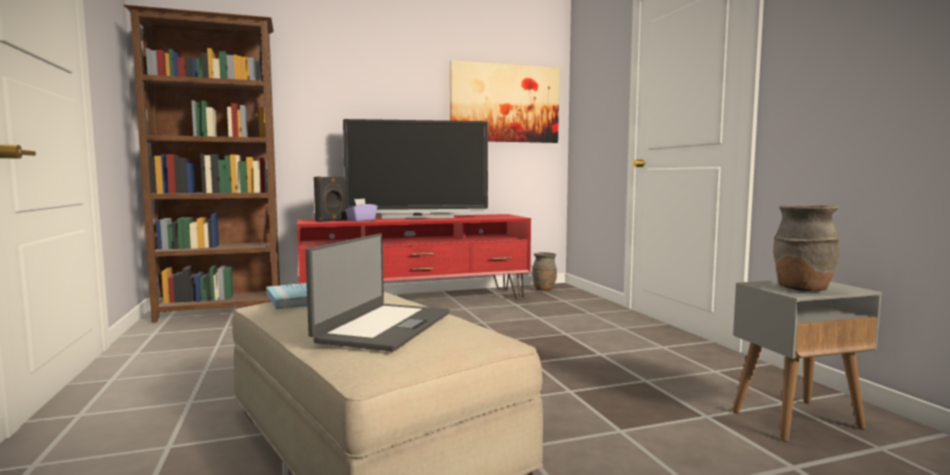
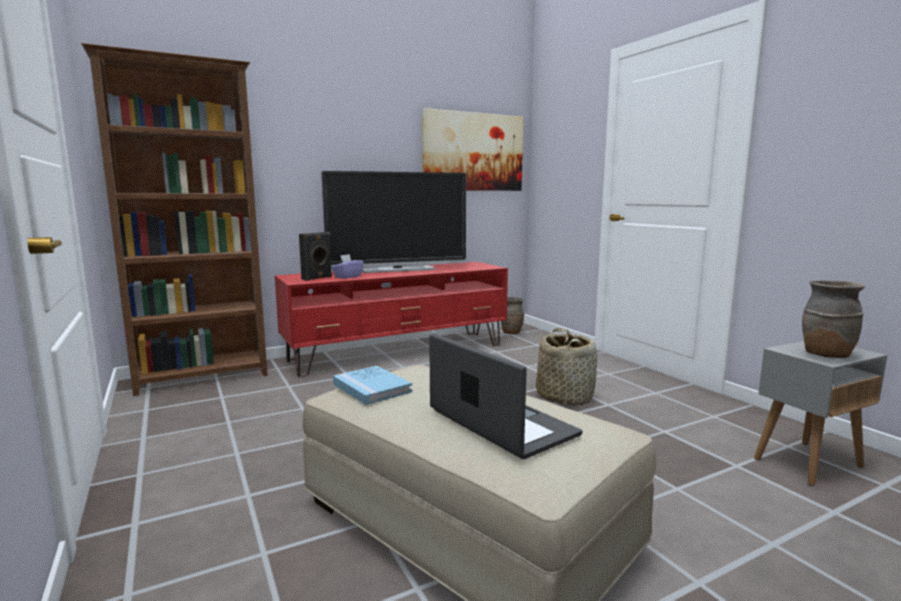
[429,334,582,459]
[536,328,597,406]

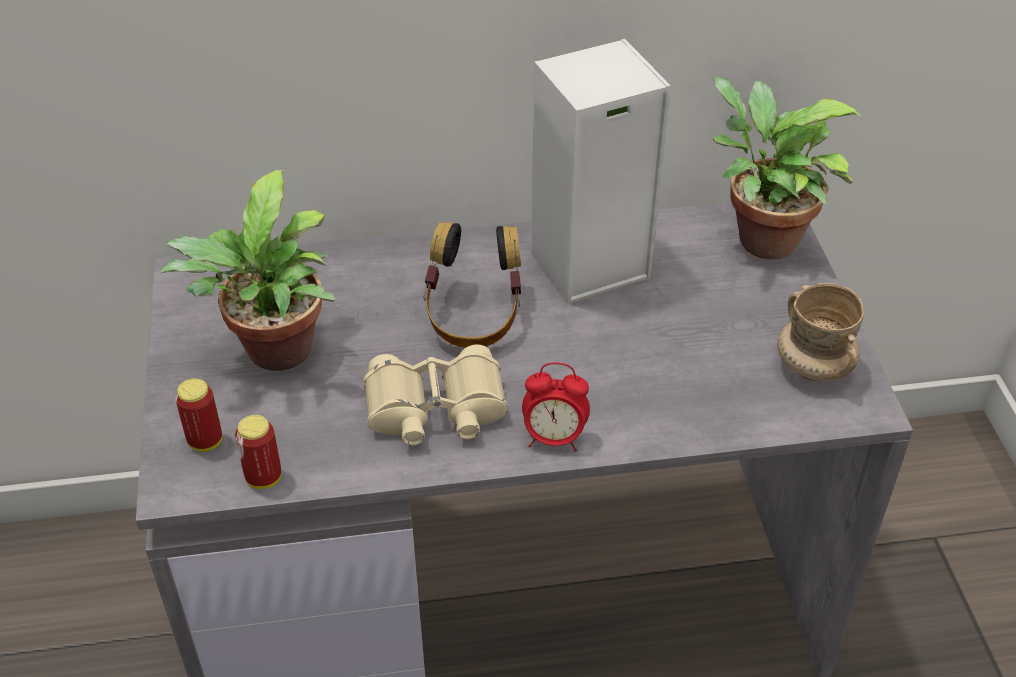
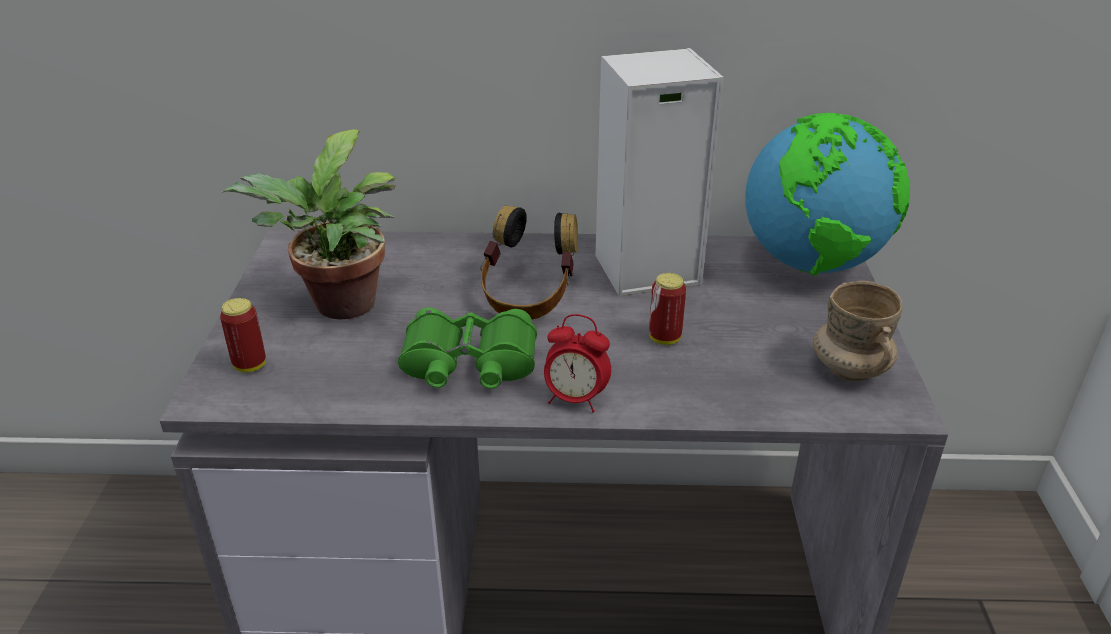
[649,273,686,345]
[398,308,537,389]
[745,113,910,276]

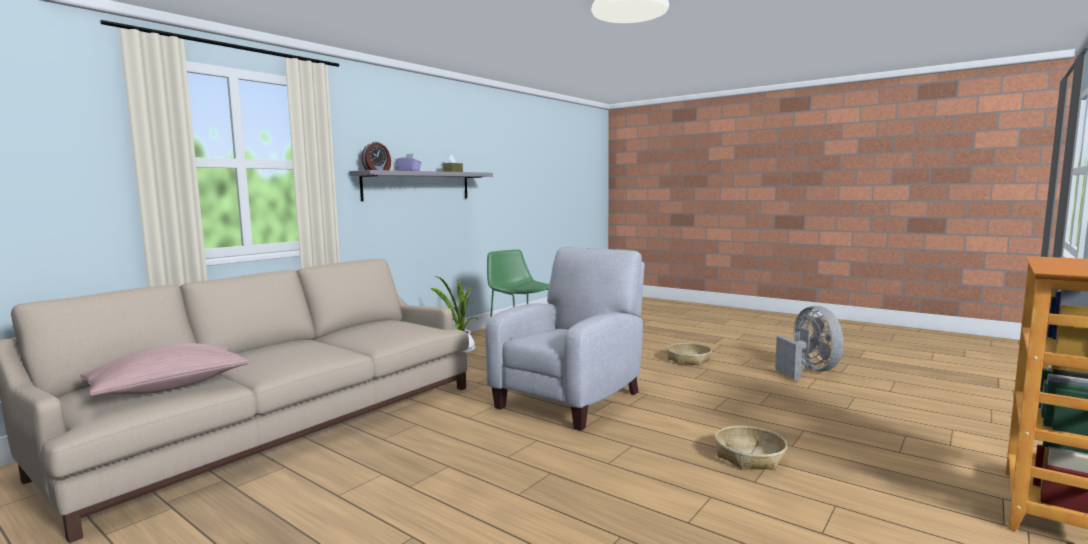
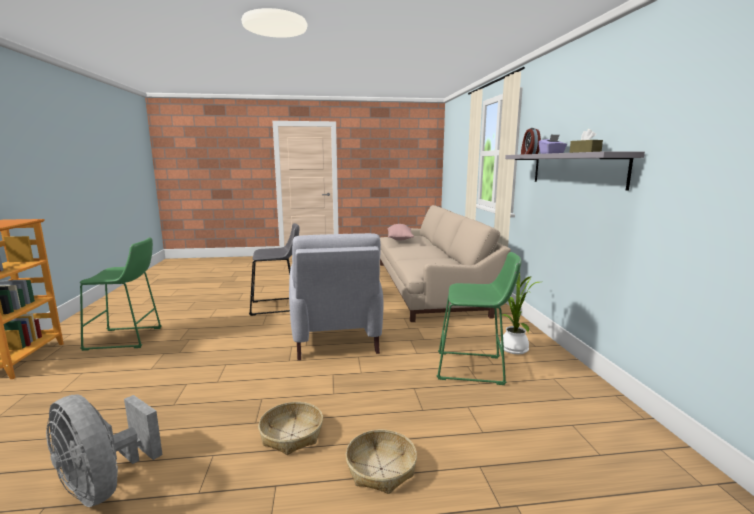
[346,429,417,494]
[79,237,162,351]
[249,223,299,316]

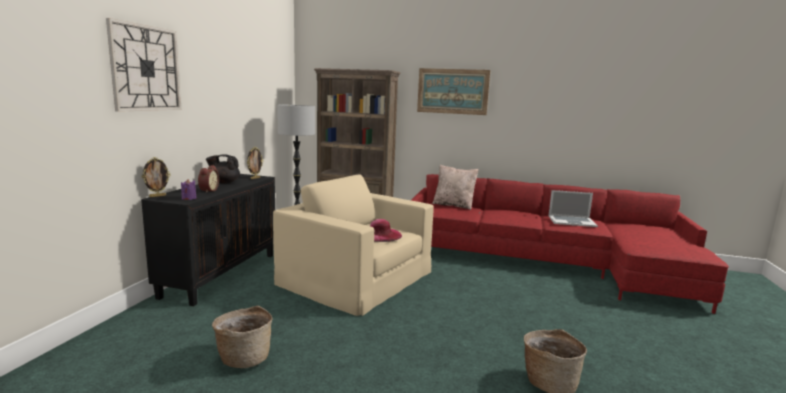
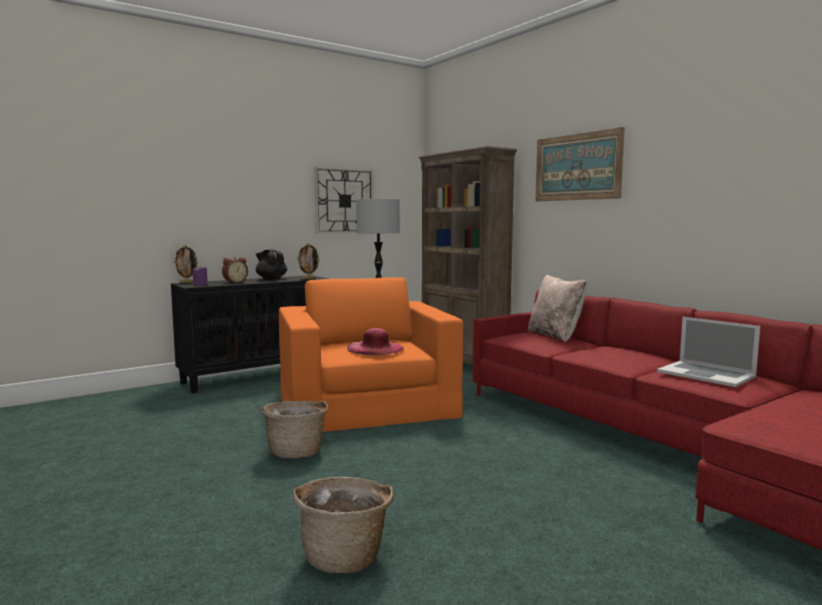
[314,166,374,234]
[261,401,328,458]
[279,277,463,432]

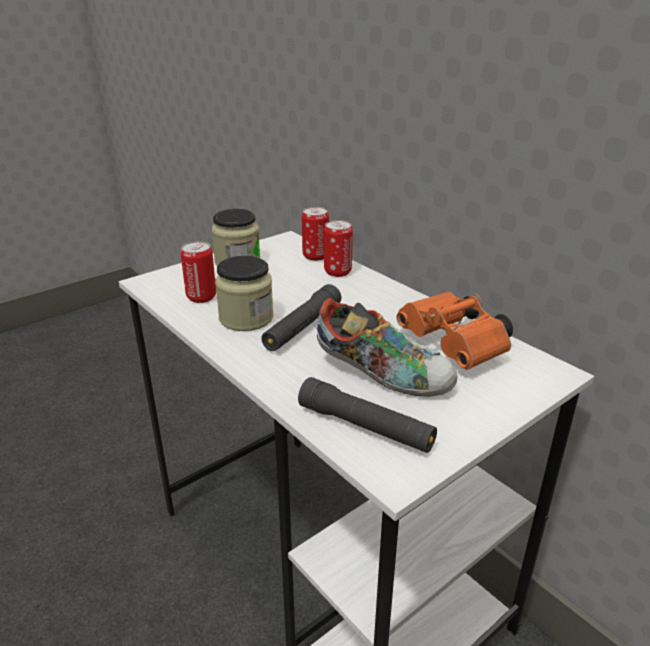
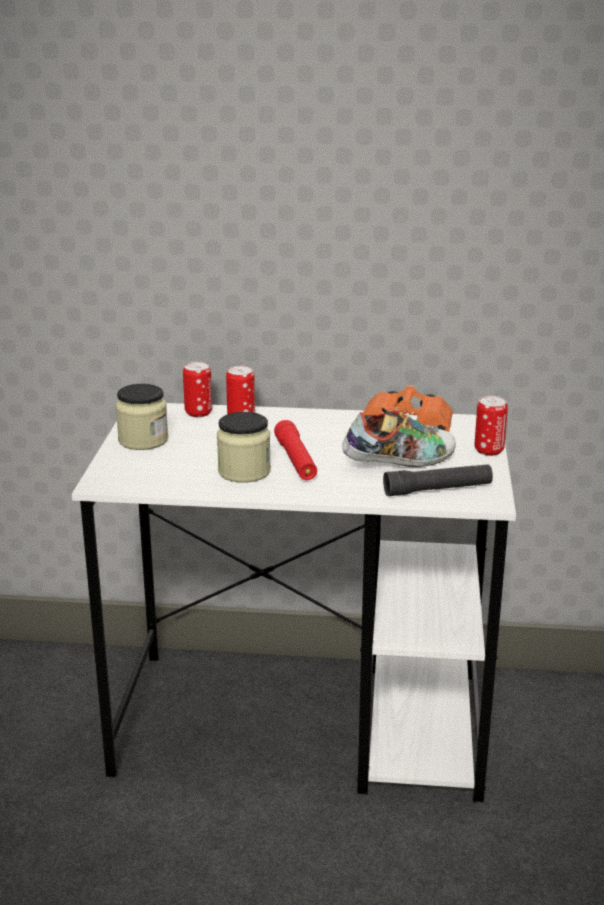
[475,396,508,456]
[274,420,317,480]

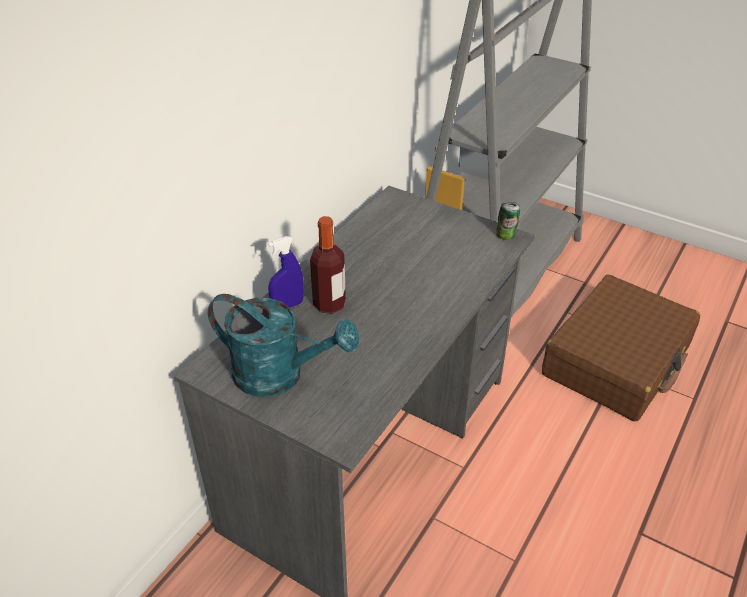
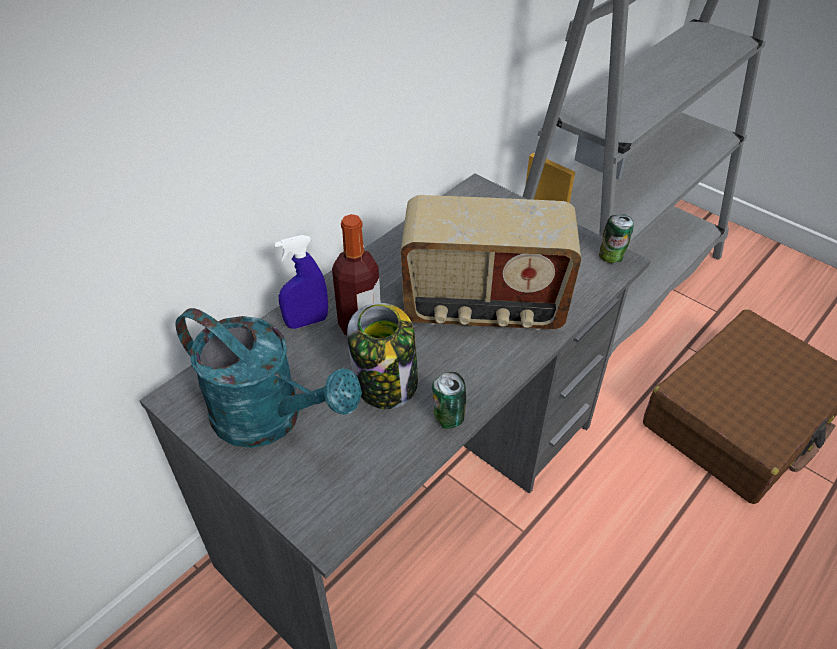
[347,303,418,409]
[401,195,581,330]
[432,372,466,429]

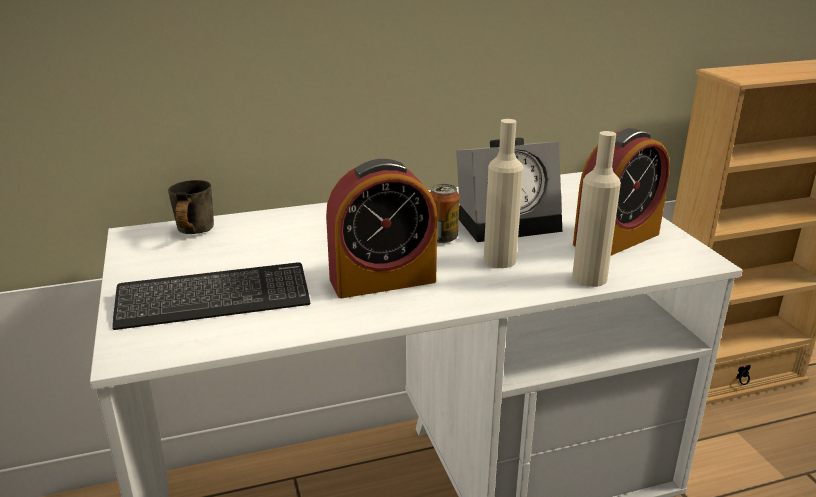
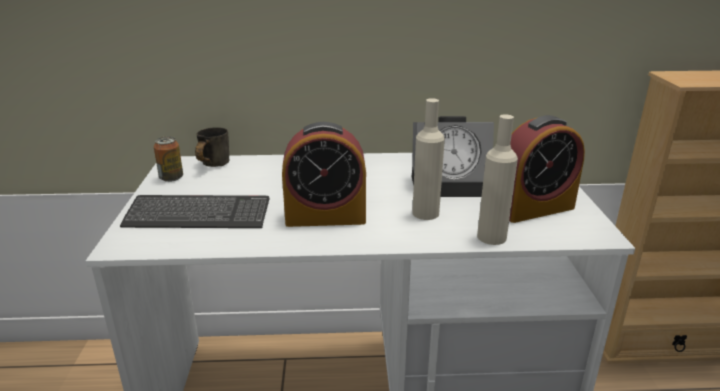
[154,137,183,182]

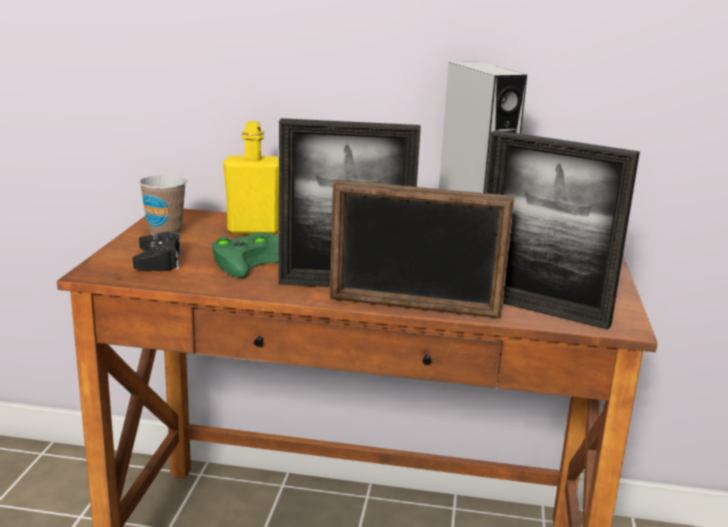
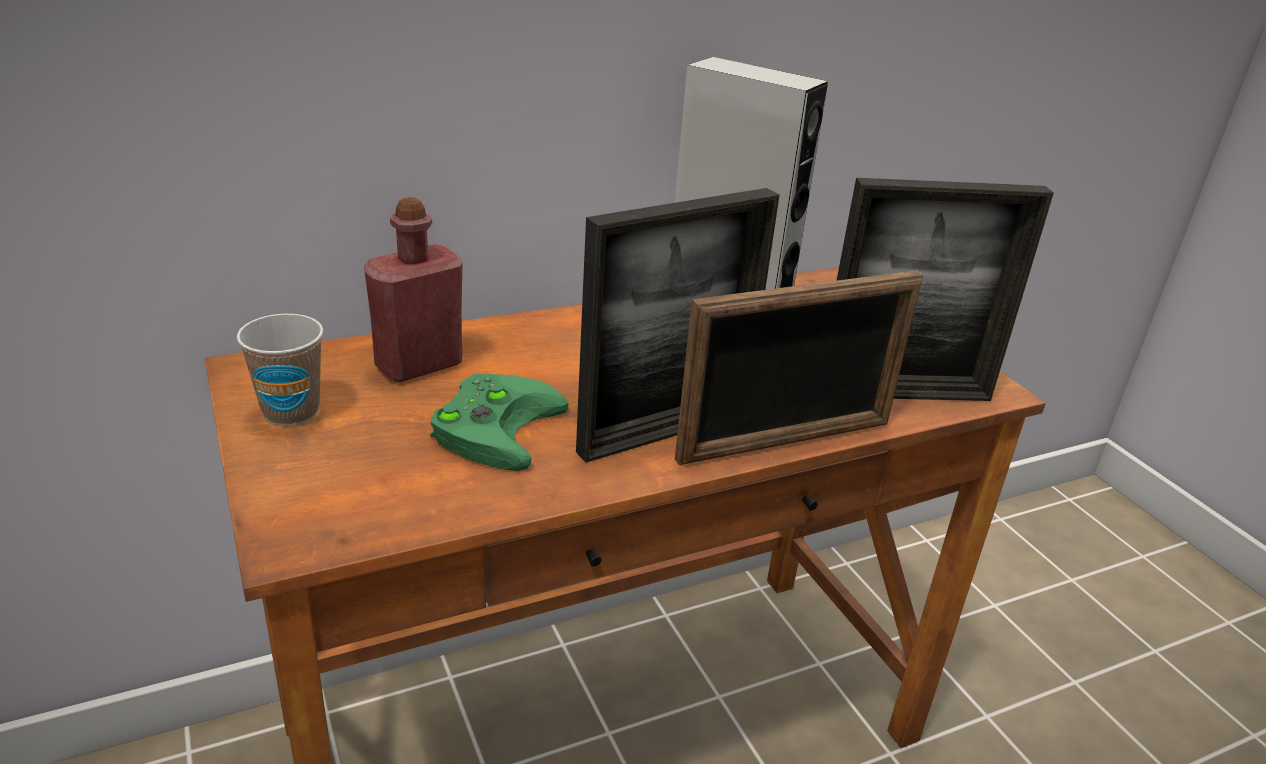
[133,232,182,271] (first image)
[364,197,462,383]

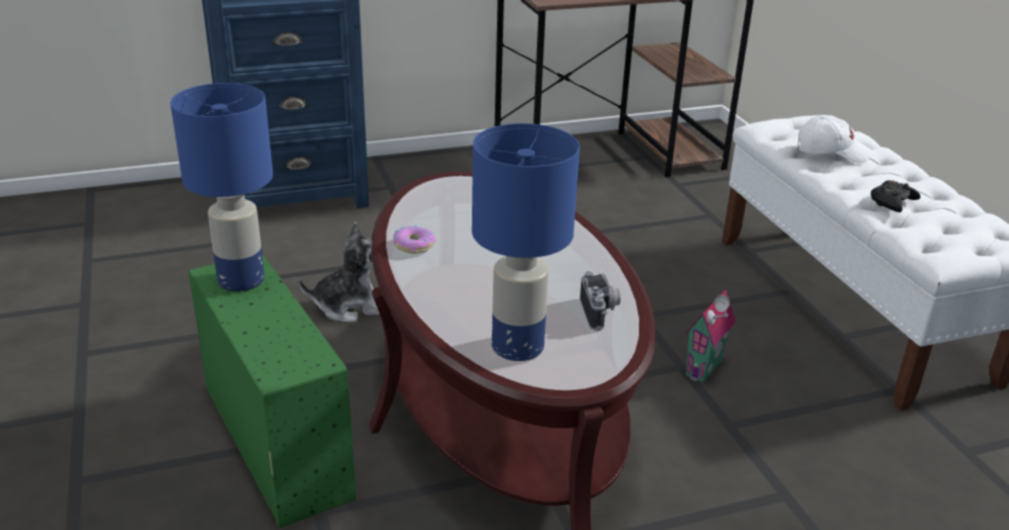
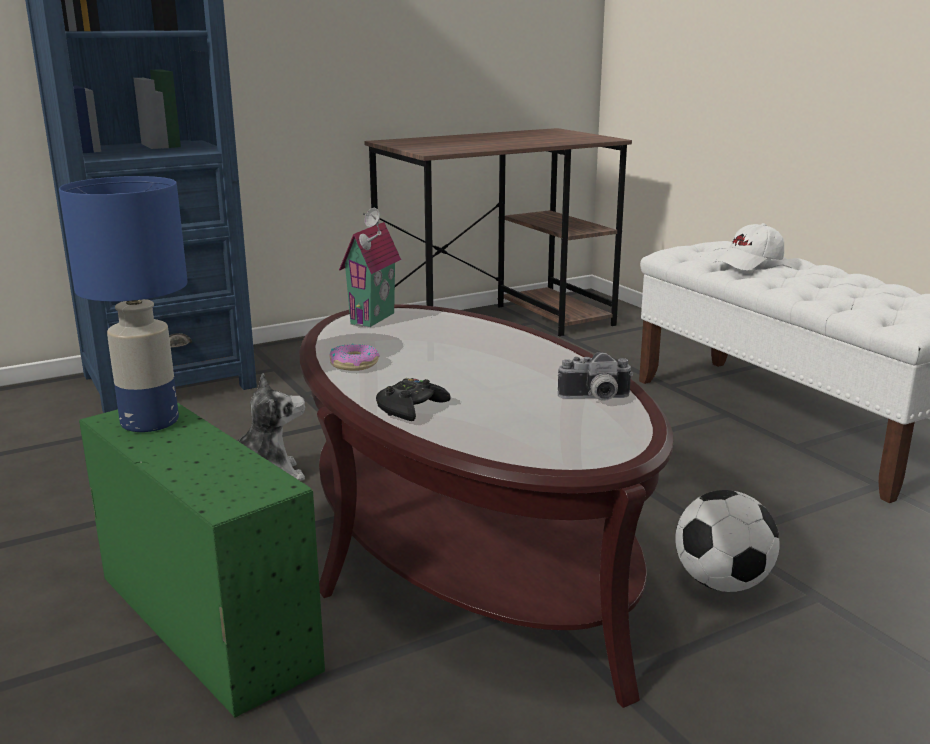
[472,123,580,361] (first image)
[558,352,633,401]
[339,208,401,327]
[714,223,784,270]
[376,378,451,421]
[675,490,780,592]

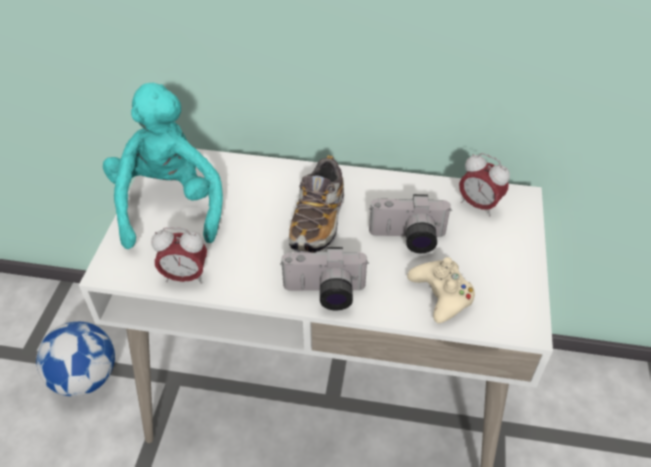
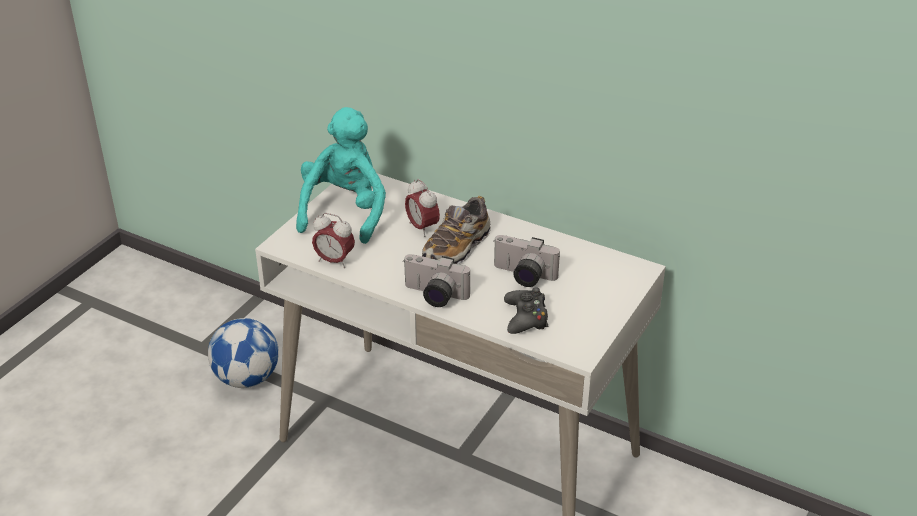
[504,287,549,334]
[405,179,440,237]

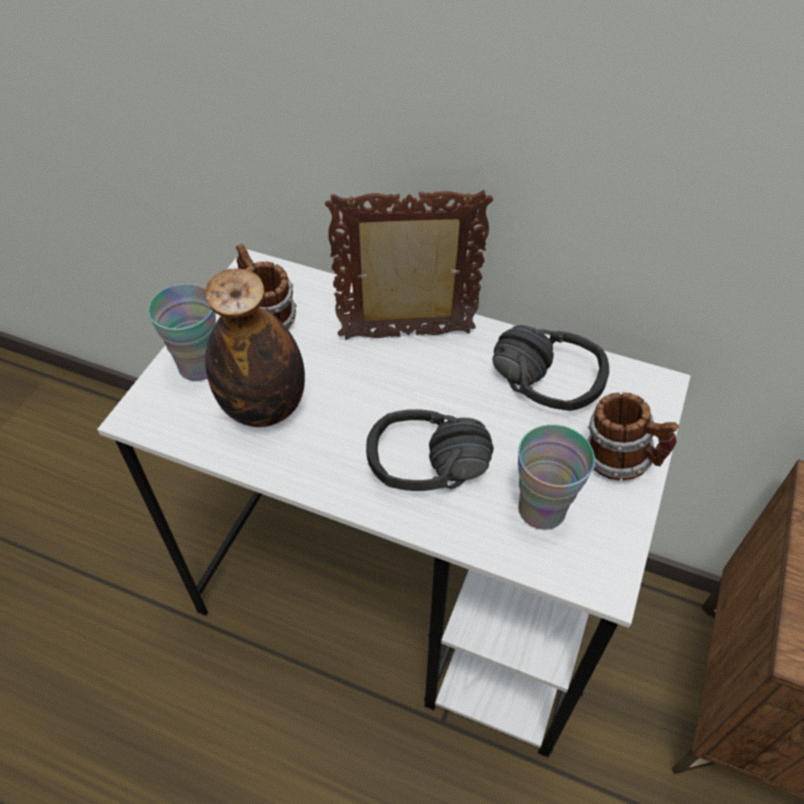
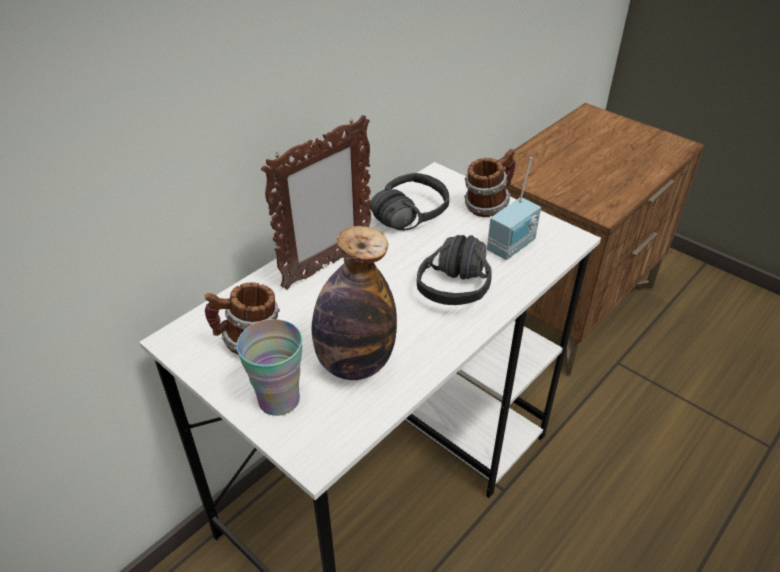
[261,115,371,290]
[487,157,541,260]

